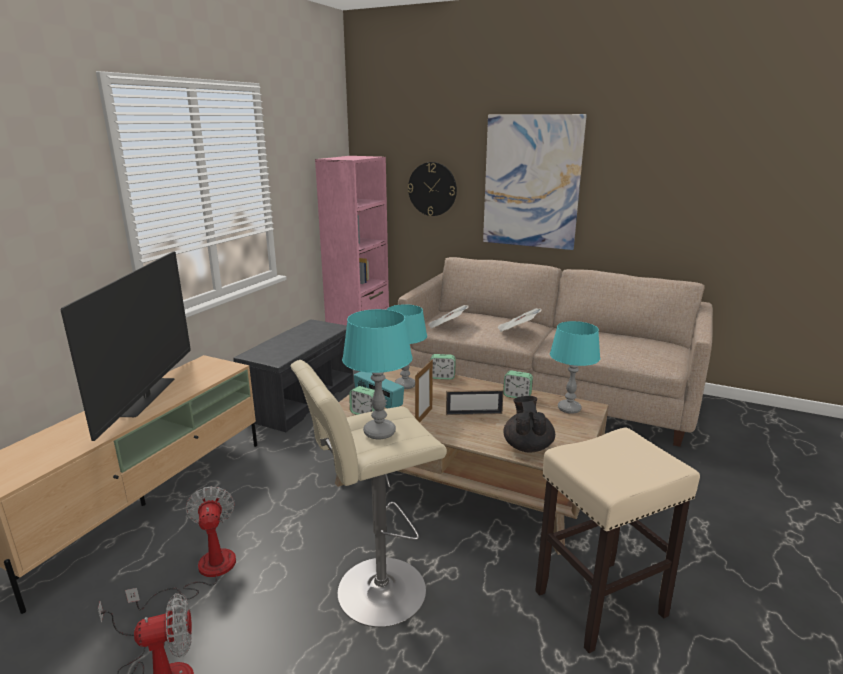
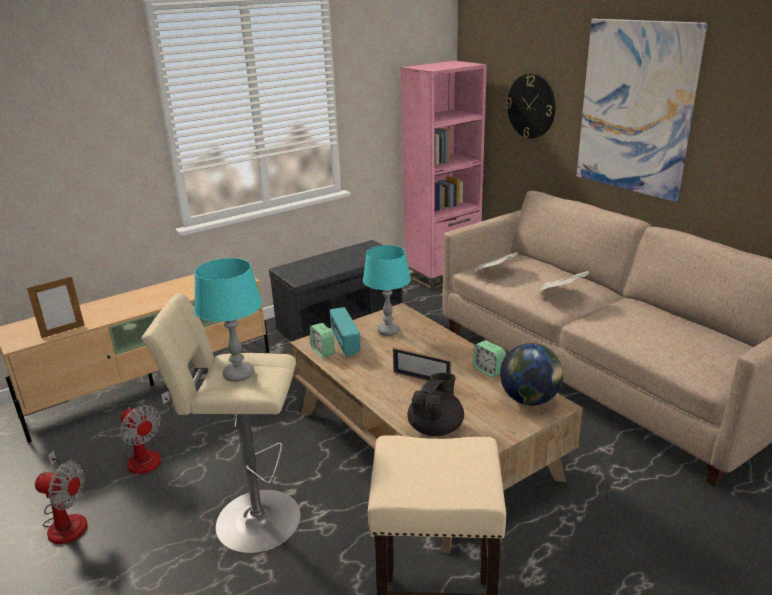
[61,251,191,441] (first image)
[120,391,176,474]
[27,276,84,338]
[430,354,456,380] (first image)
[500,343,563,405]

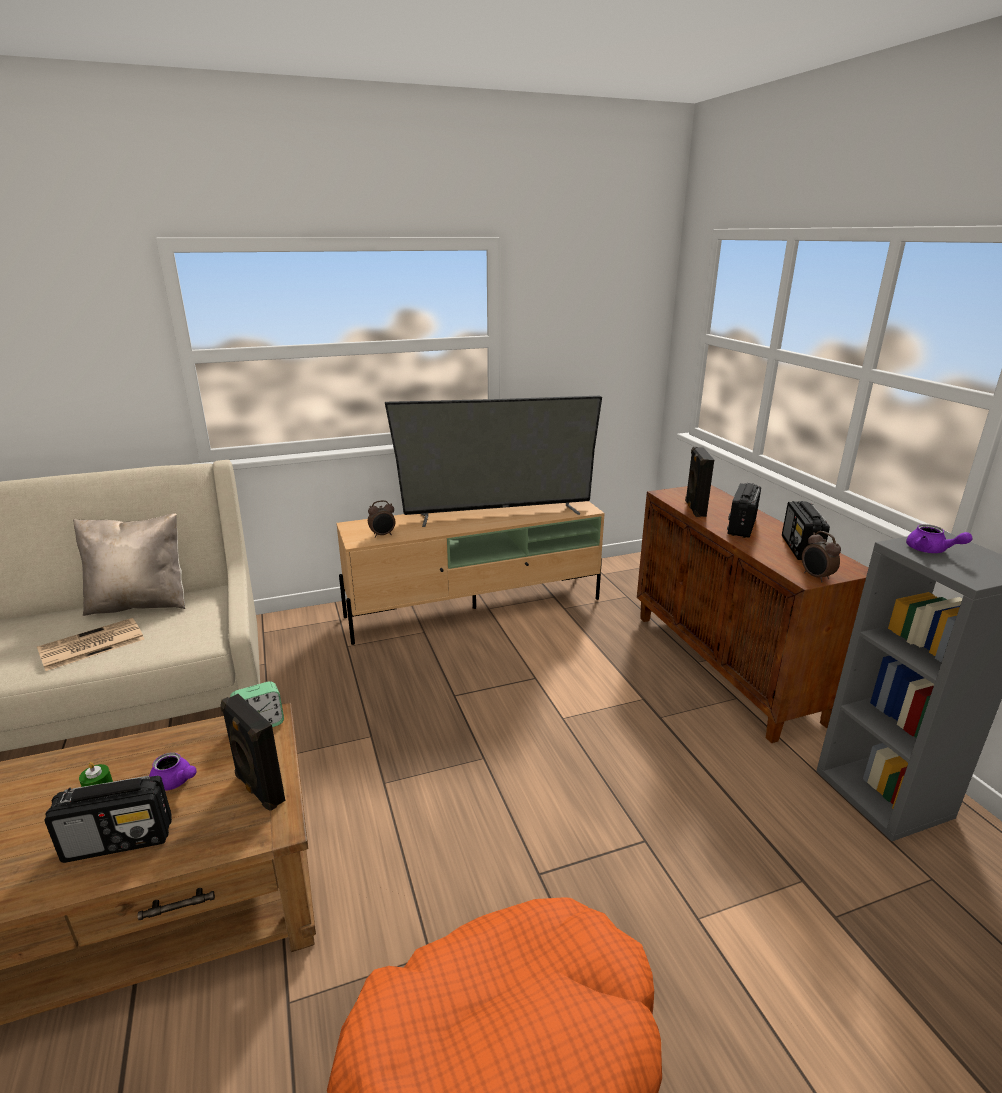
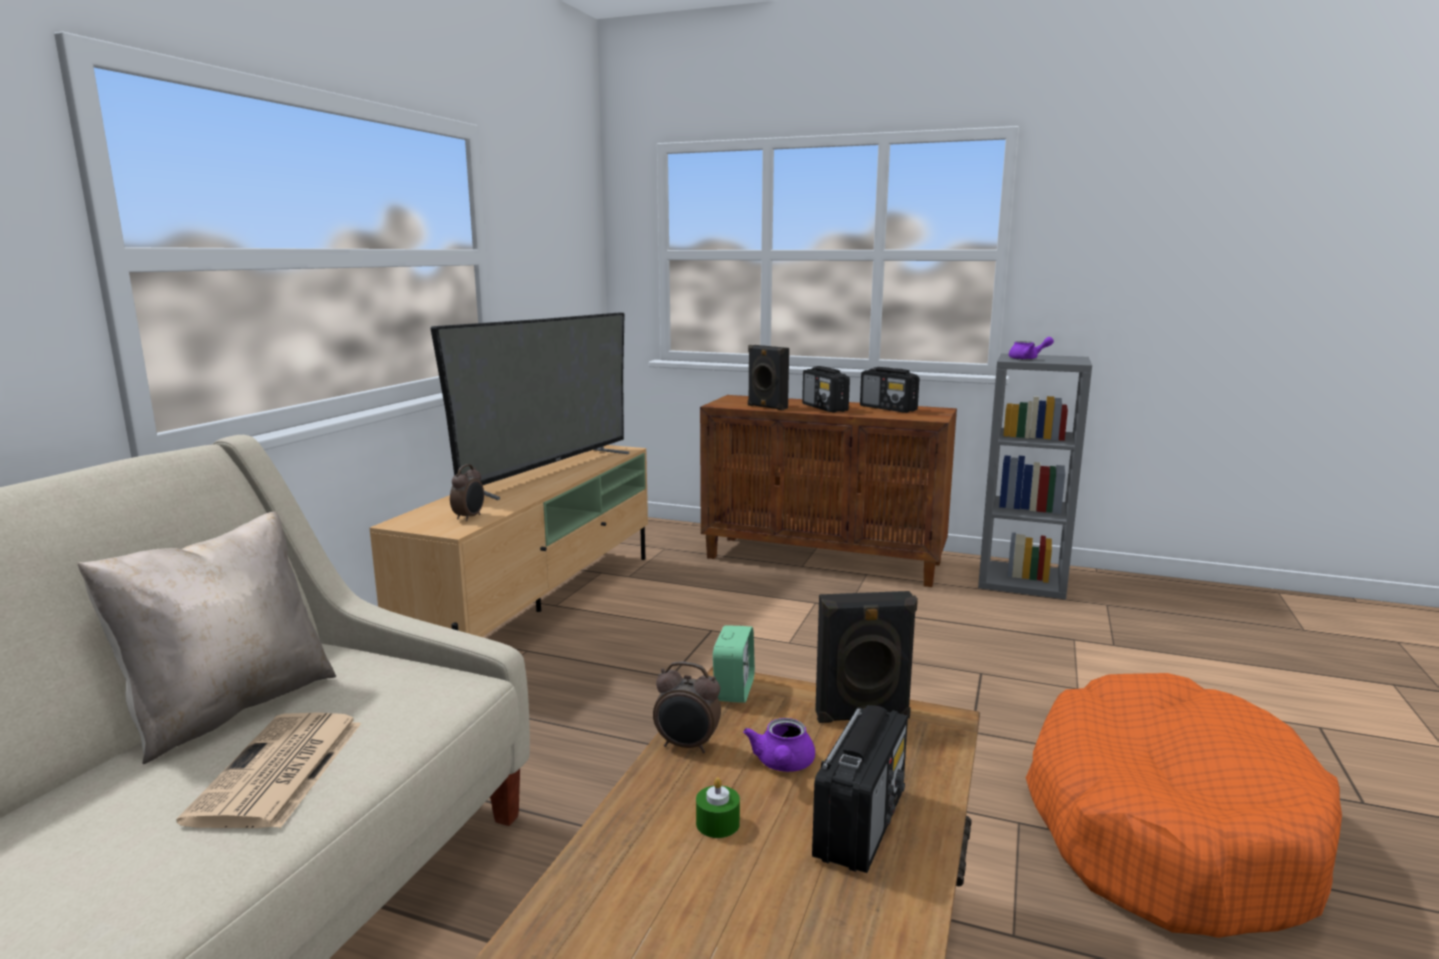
[743,718,815,772]
[653,661,721,753]

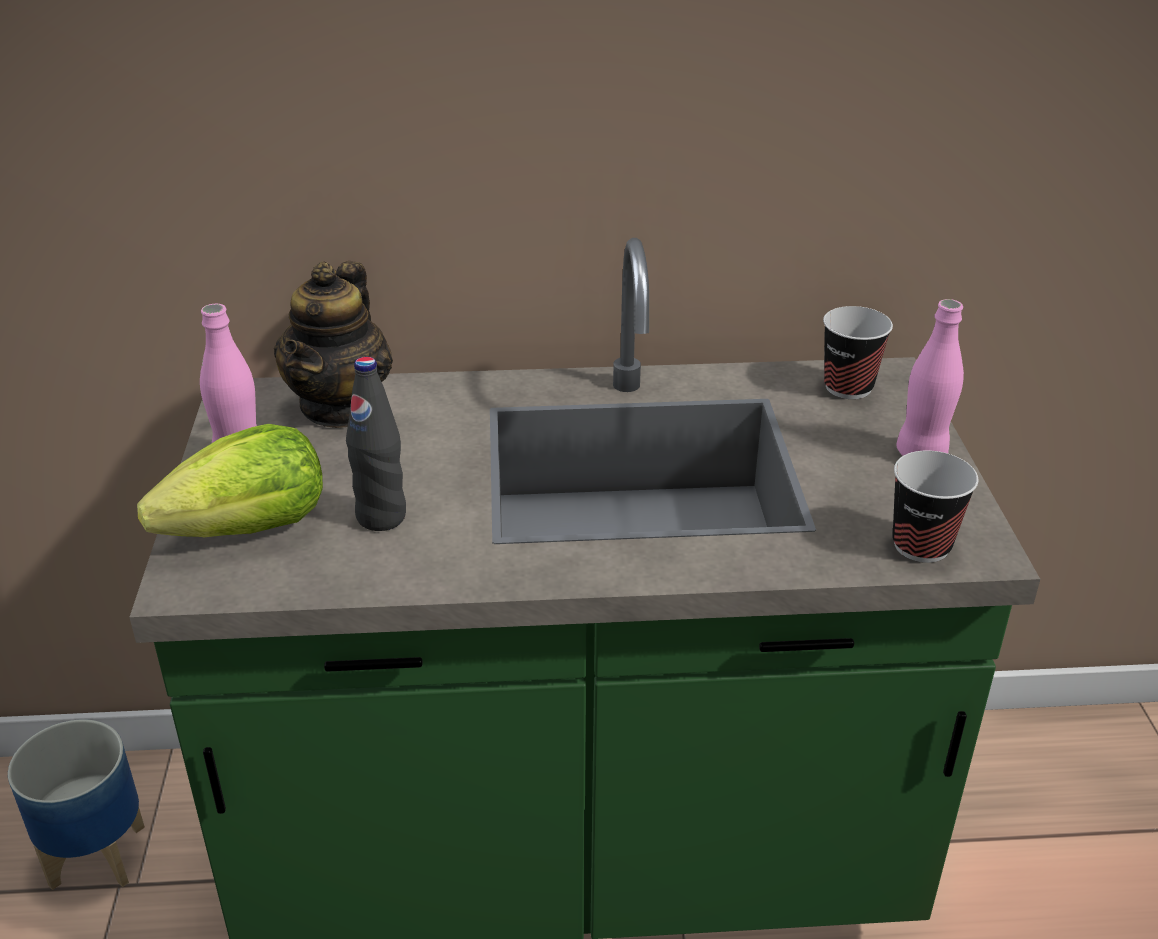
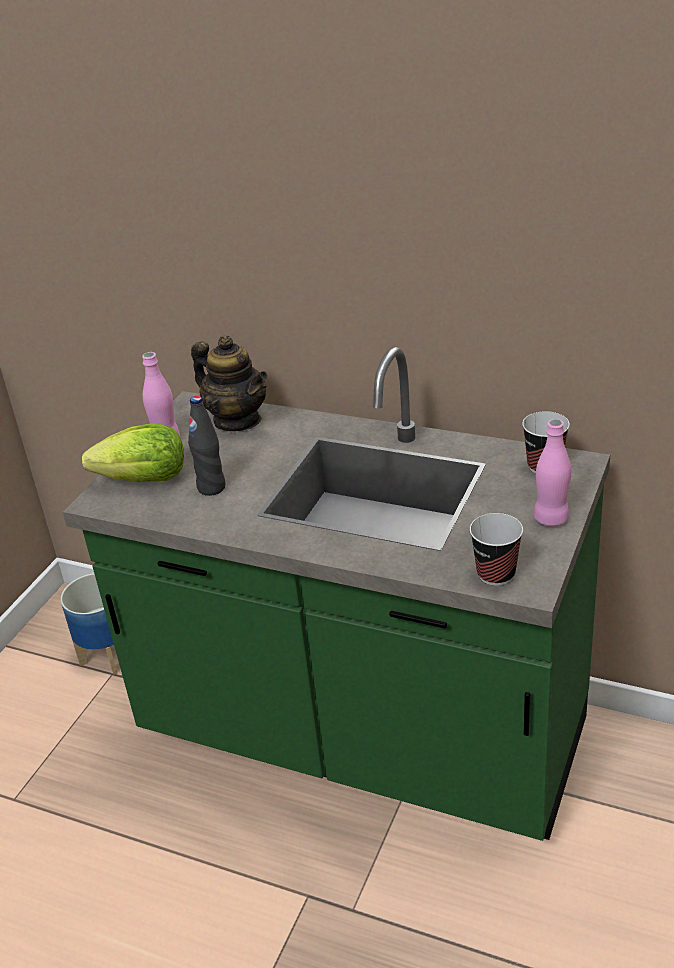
[191,335,267,431]

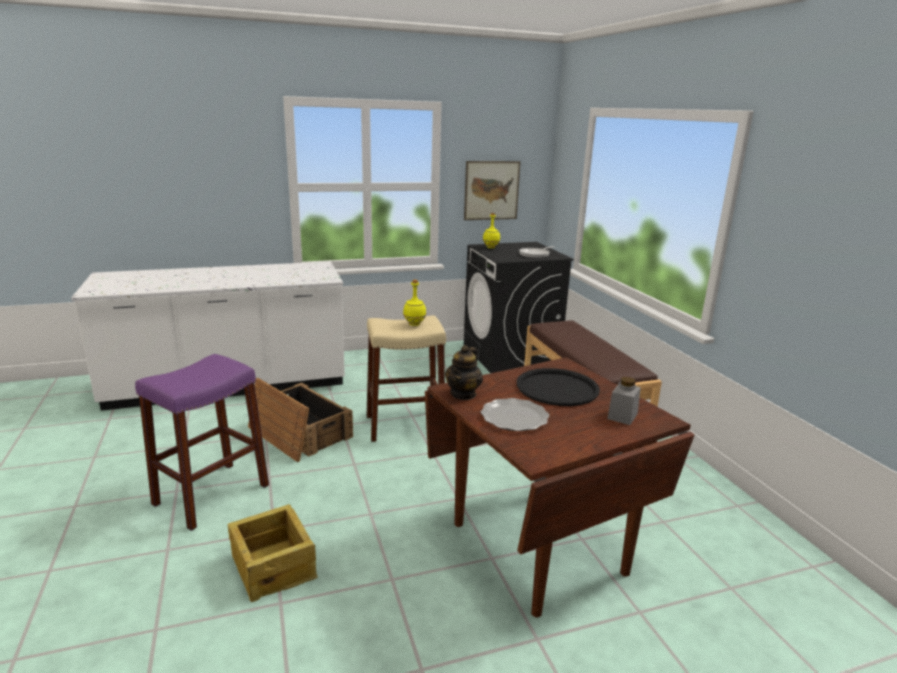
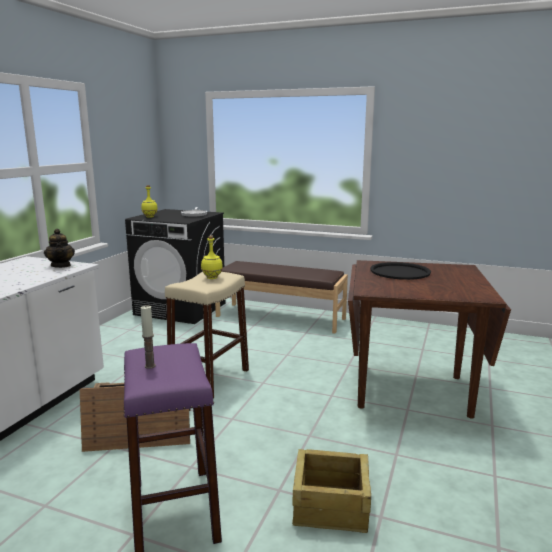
[44,229,75,268]
[464,161,521,220] (first image)
[480,398,549,431] (first image)
[607,377,641,425] (first image)
[141,305,156,369]

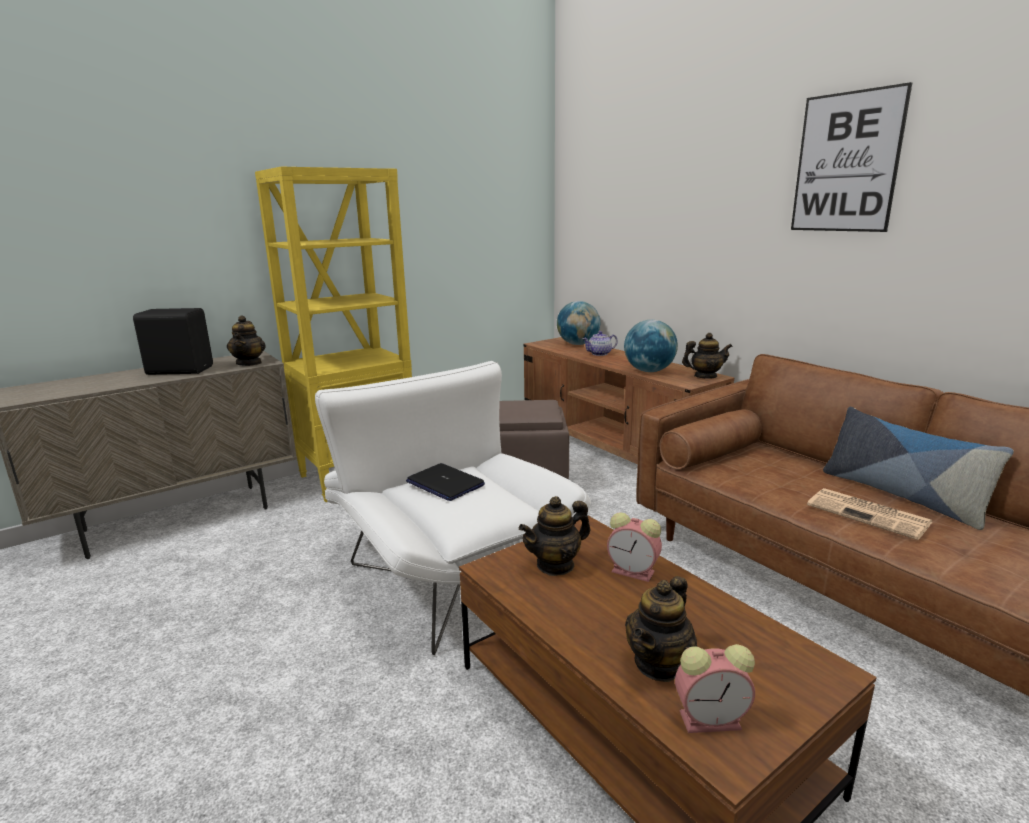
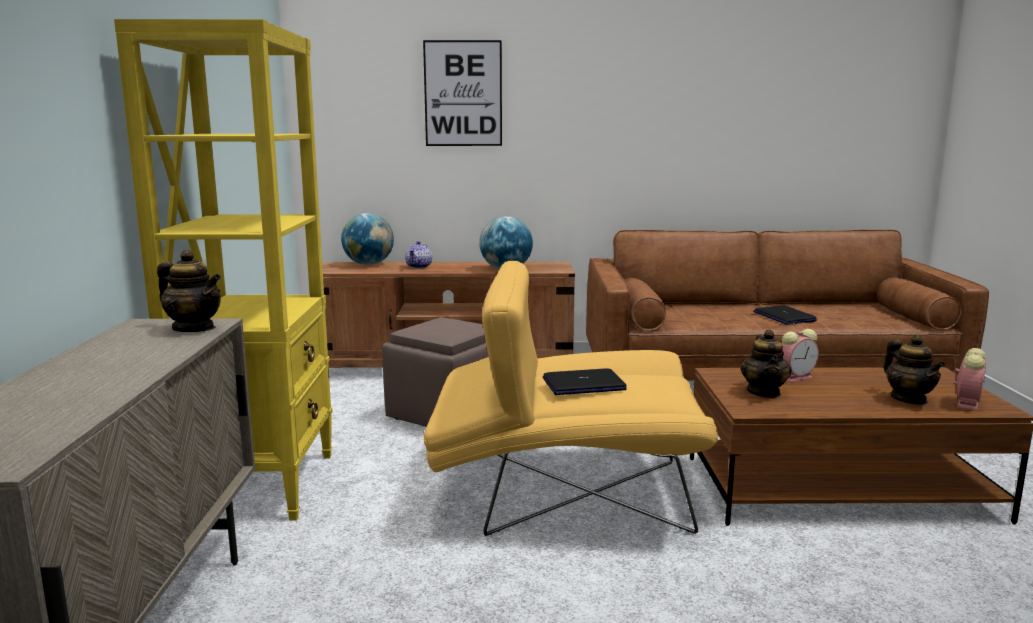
[133,308,213,375] (first image)
[423,261,718,536]
[682,333,733,379] (first image)
[423,40,502,146]
[753,305,817,324]
[823,407,1014,530] (first image)

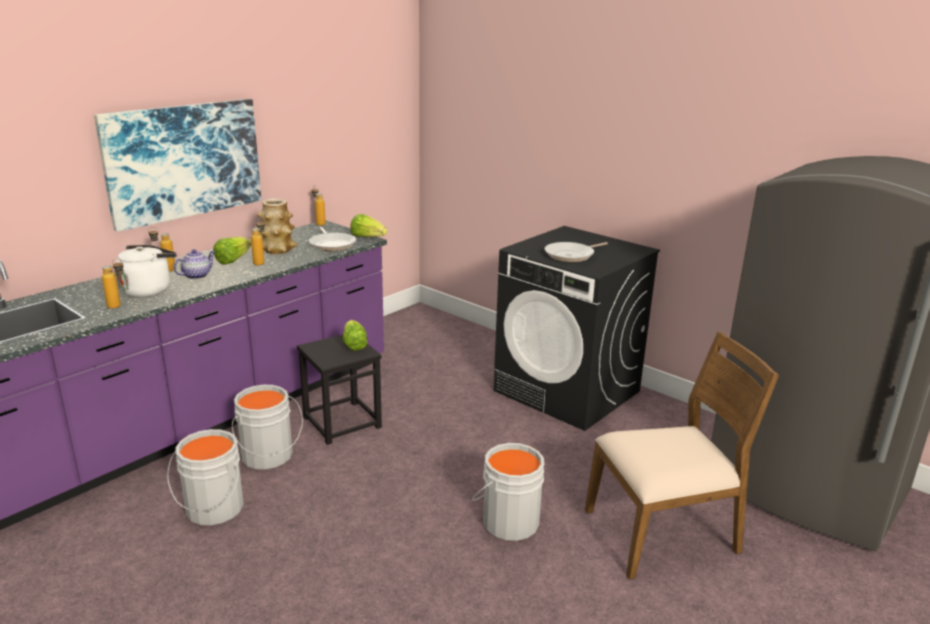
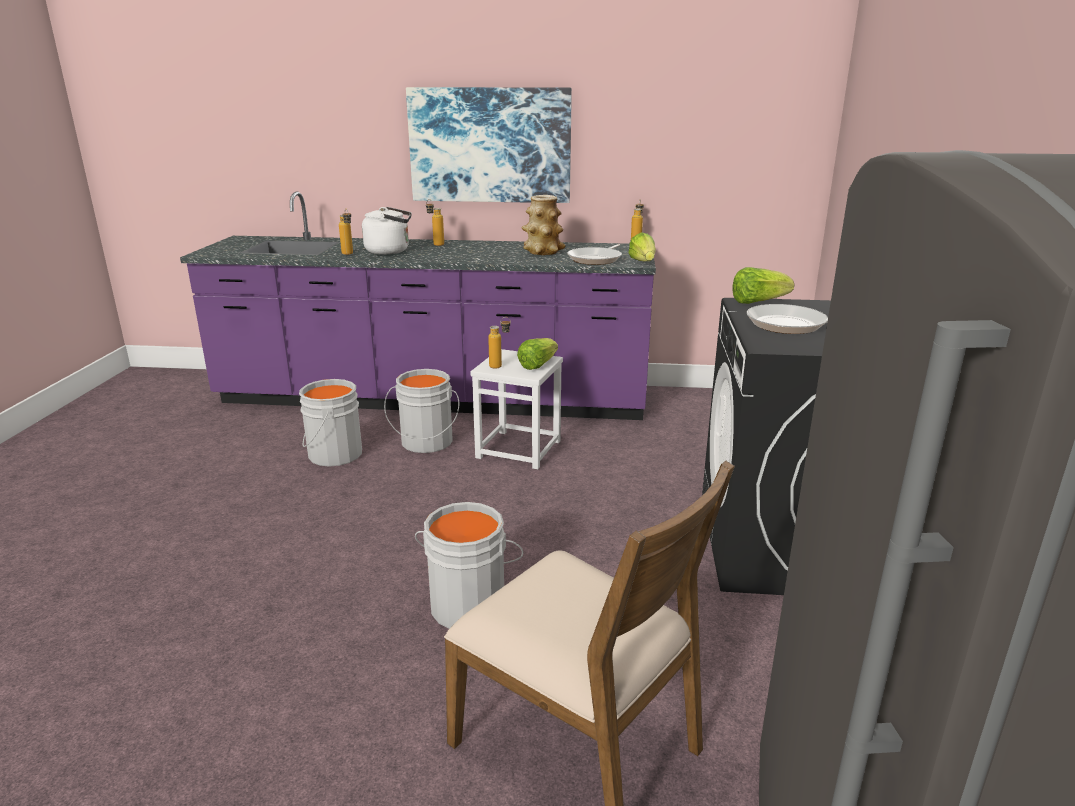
[173,249,215,279] (first image)
[732,267,794,304]
[488,317,511,369]
[470,349,563,469]

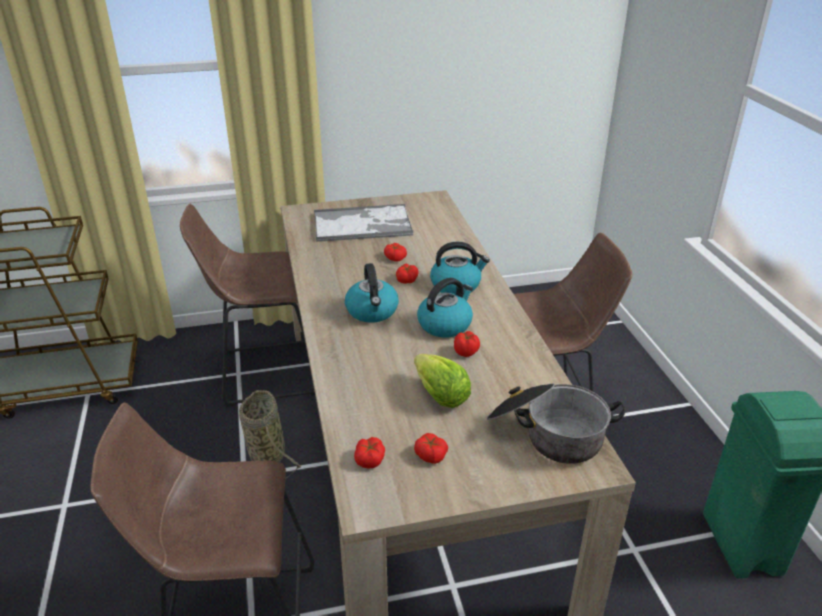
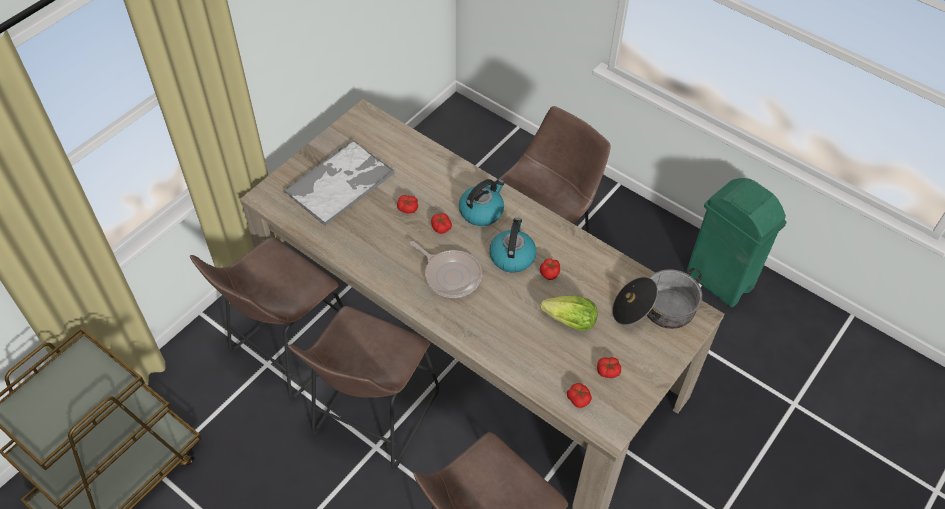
[288,306,440,470]
[410,241,482,298]

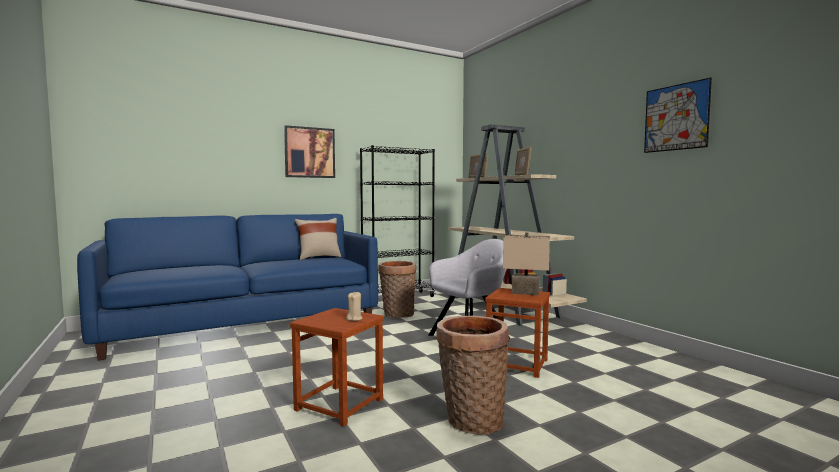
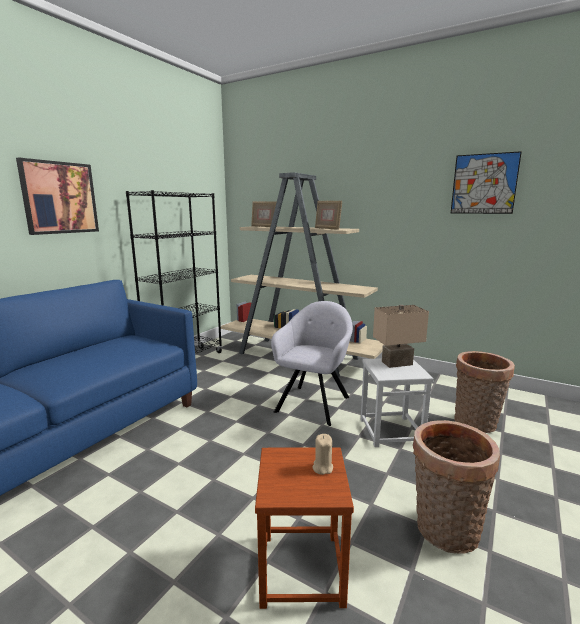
[294,218,341,260] (first image)
[454,351,515,433]
[361,358,434,447]

